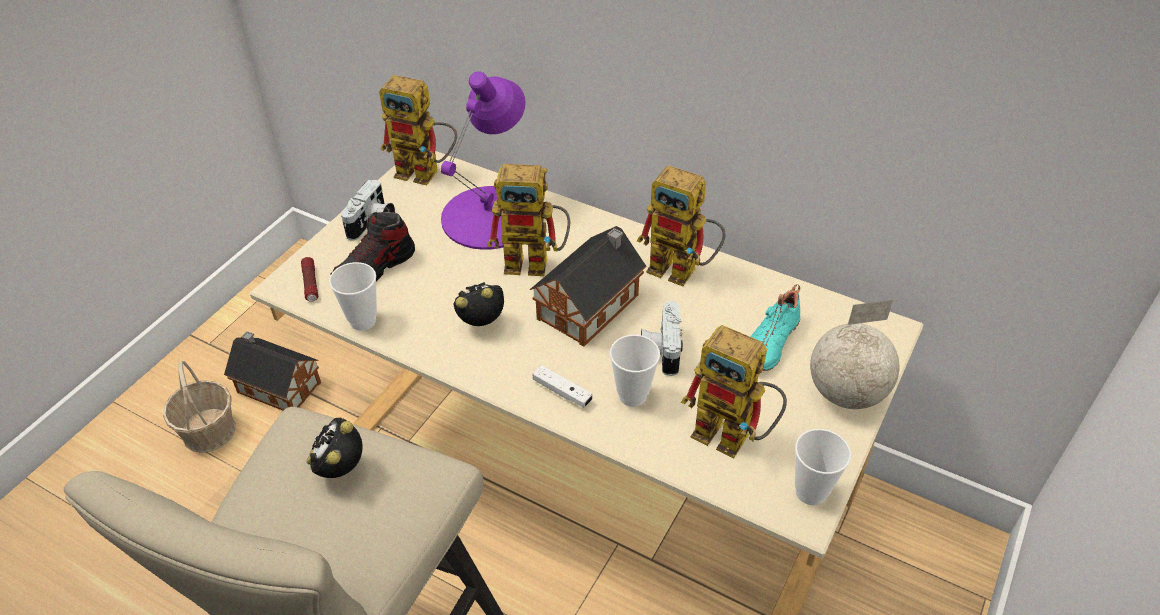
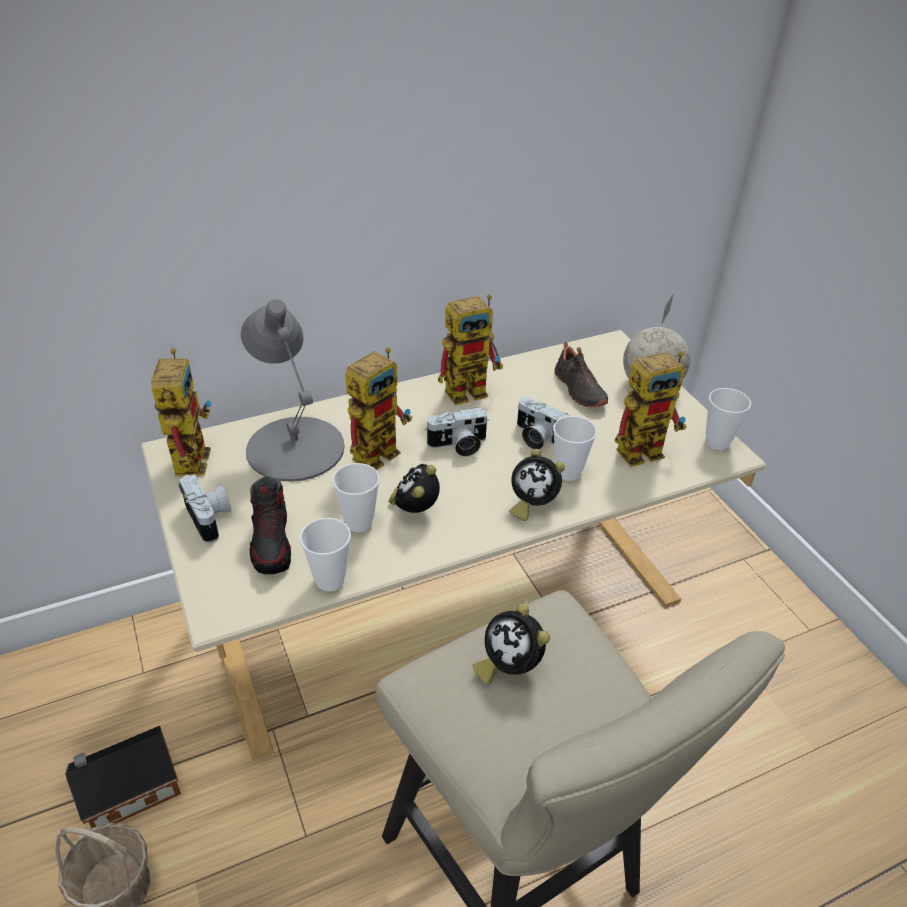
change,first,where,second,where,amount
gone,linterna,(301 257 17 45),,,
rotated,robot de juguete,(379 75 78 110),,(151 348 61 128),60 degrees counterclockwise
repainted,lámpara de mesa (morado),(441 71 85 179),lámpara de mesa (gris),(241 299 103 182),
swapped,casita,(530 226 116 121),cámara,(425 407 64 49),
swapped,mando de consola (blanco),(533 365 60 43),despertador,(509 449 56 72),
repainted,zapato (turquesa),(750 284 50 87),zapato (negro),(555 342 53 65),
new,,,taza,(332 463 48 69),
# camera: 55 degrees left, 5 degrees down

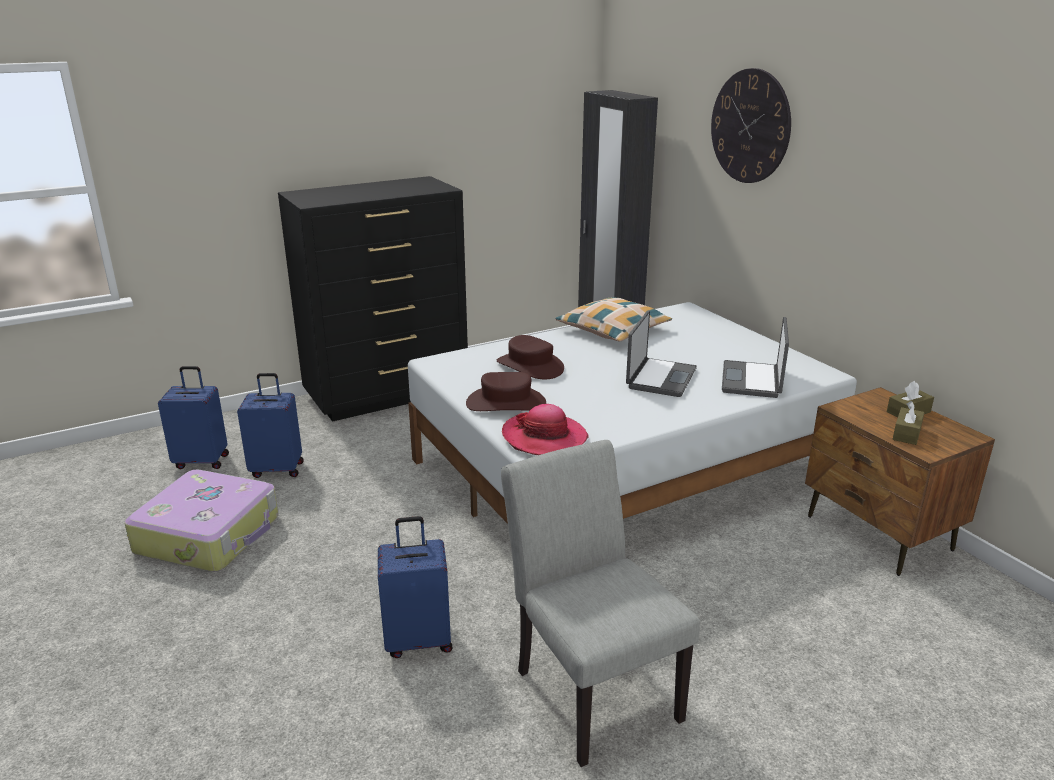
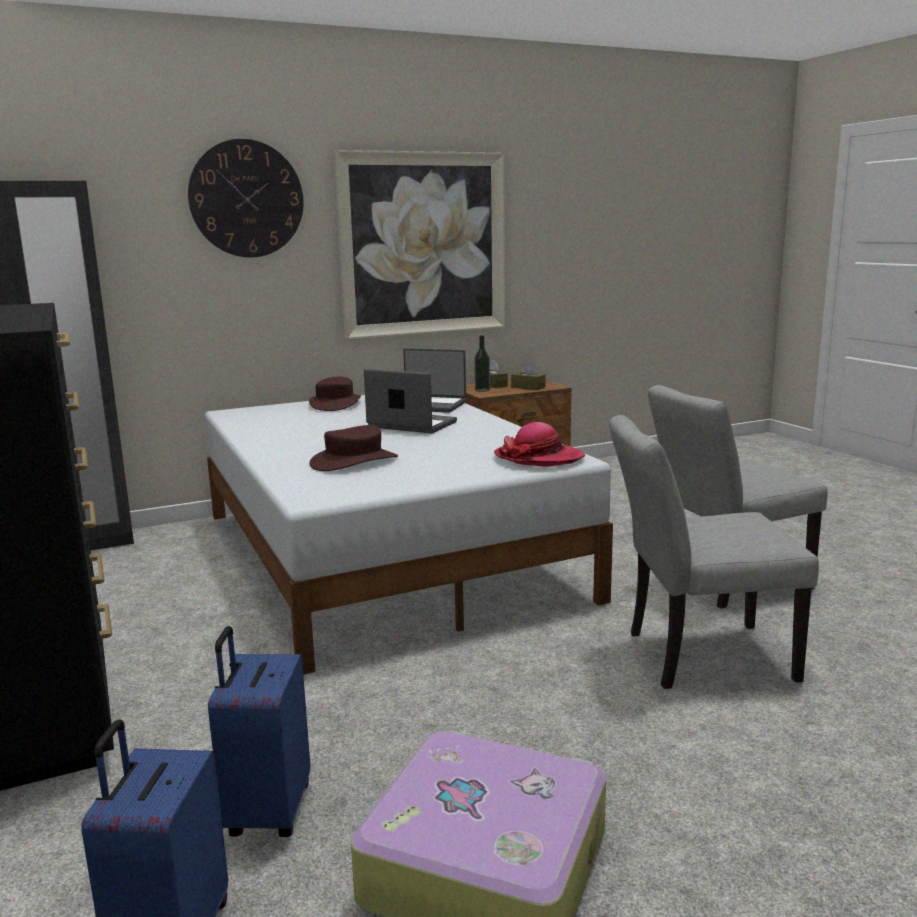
change,first,where,second,where,amount
swapped,maleta (azul),(378 516 74 142),silla (gris),(609 415 210 274),
shifted,sombrero (marrón),(466 372 80 39),,(309 377 52 34),
gone,cojín,(555 298 117 44),,,
new,,,cuadro,(334 150 171 190),
new,,,botella,(475 335 15 57),
# camera: 85 degrees left, 10 degrees down

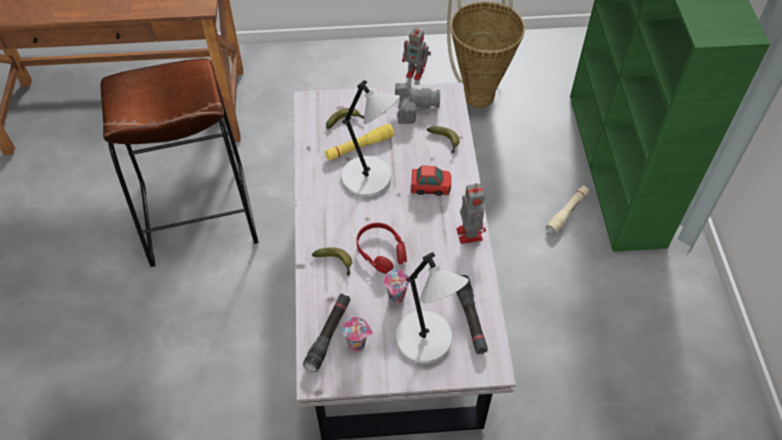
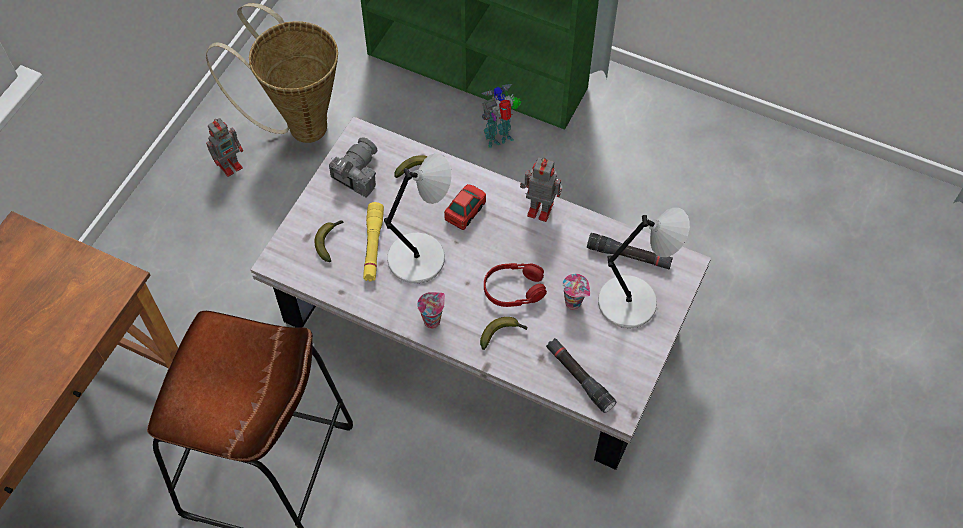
change,first,where,second,where,amount
shifted,taza,(342 317 31 36),,(417 292 28 37),
swapped,linterna (beis),(546 185 43 49),robot de juguete,(481 84 41 64),
# camera: 60 degrees left, 5 degrees up

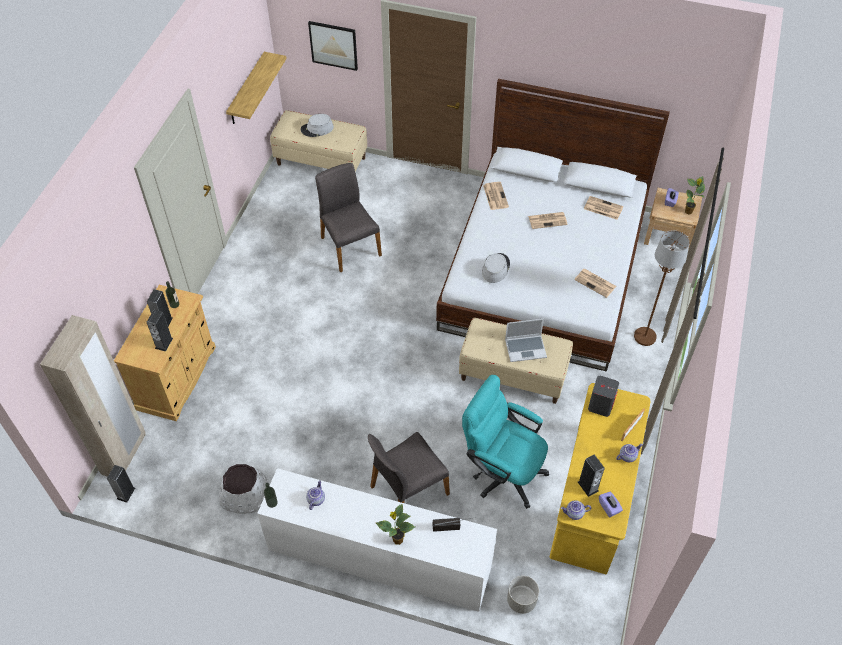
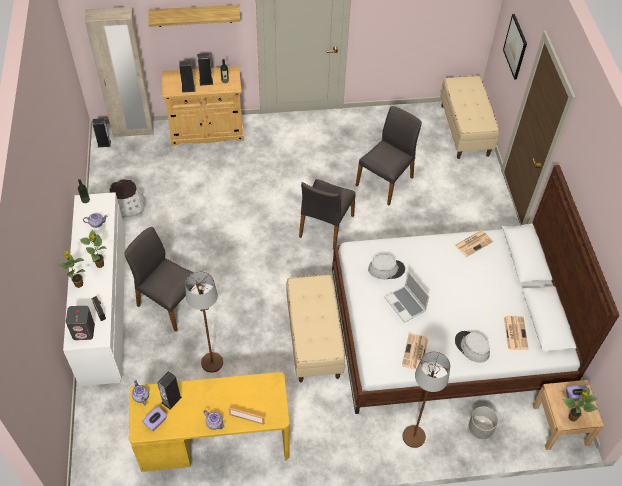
change,first,where,second,where,amount
shifted,estante,(226 52 61 72),,(148 5 92 22),
shifted,sombrero (gris),(301 114 33 23),,(455 331 35 32),
swapped,silla de oficina (turquesa),(462 375 87 134),lámpara de pie (marrón),(185 271 38 102),
shifted,portátil,(505 319 42 43),,(384 271 45 52),
shifted,maceta (gris),(507 576 32 38),,(469 406 29 33),
gone,periódico,(528 212 40 17),,,
shifted,altavoz (gris),(588 376 31 41),,(66 306 29 34),
new,,,planta en maceta,(80 230 27 38),
new,,,silla (gris),(299 179 57 70),
# camera: 65 degrees right, 0 degrees up

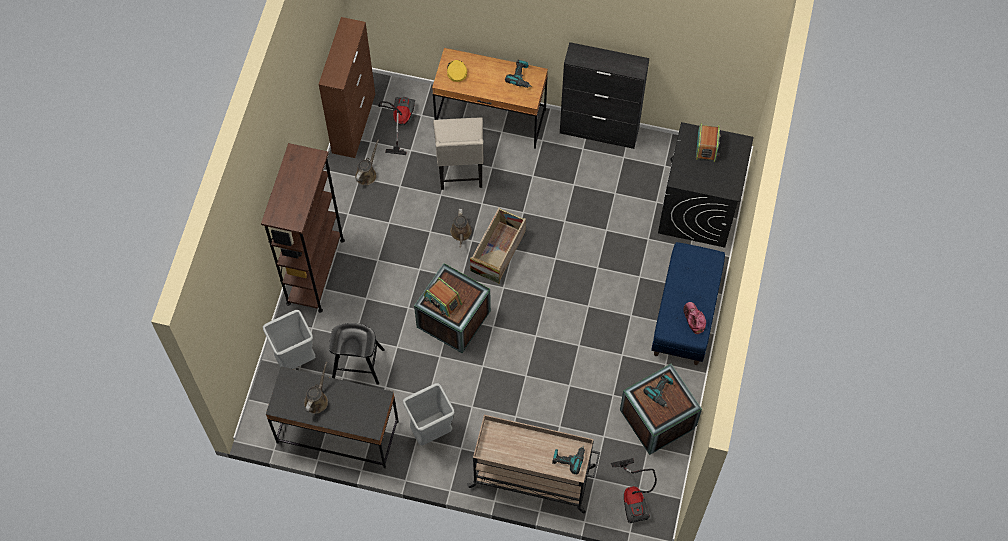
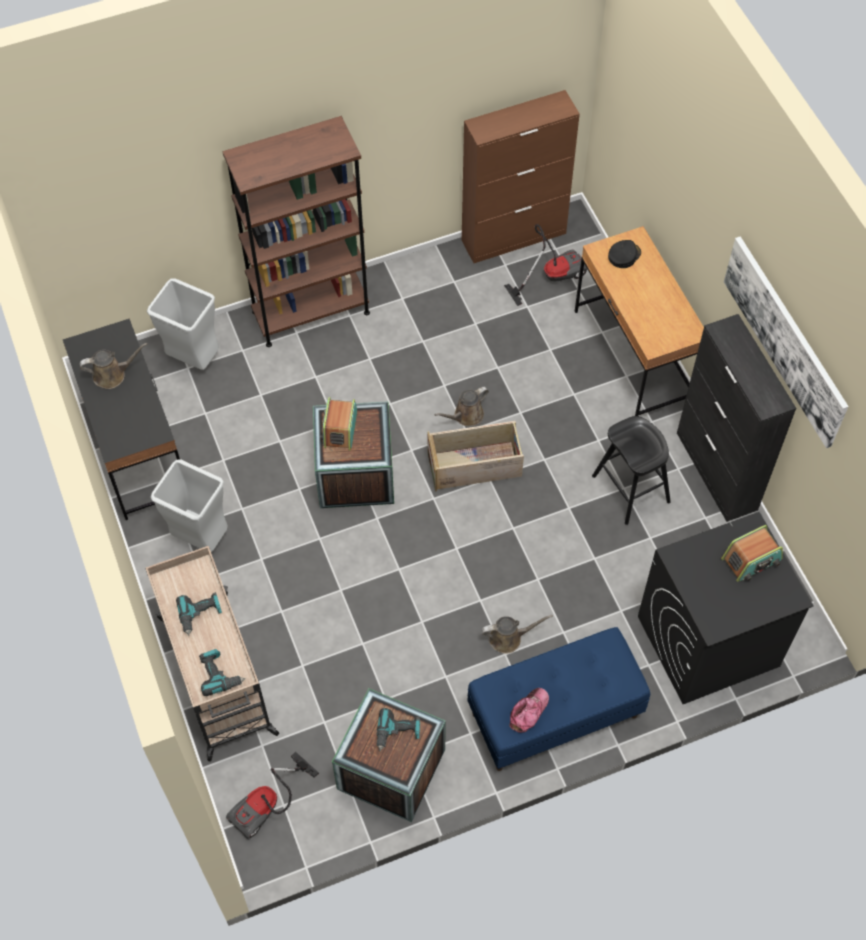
change,first,where,second,where,amount
shifted,taburete (negro),(329 323 56 62),,(592 416 79 109),
shifted,regadera (marrón),(355 139 24 46),,(482 615 71 39),
gone,silla (beis),(433 117 51 73),,,
repainted,gorra (amarillo),(447 60 20 22),gorra (negro),(608 240 33 28),
shifted,taladro,(505 60 26 28),,(176 592 46 44),
new,,,cuadro,(724 236 125 212),
# camera: 55 degrees right, 5 degrees down

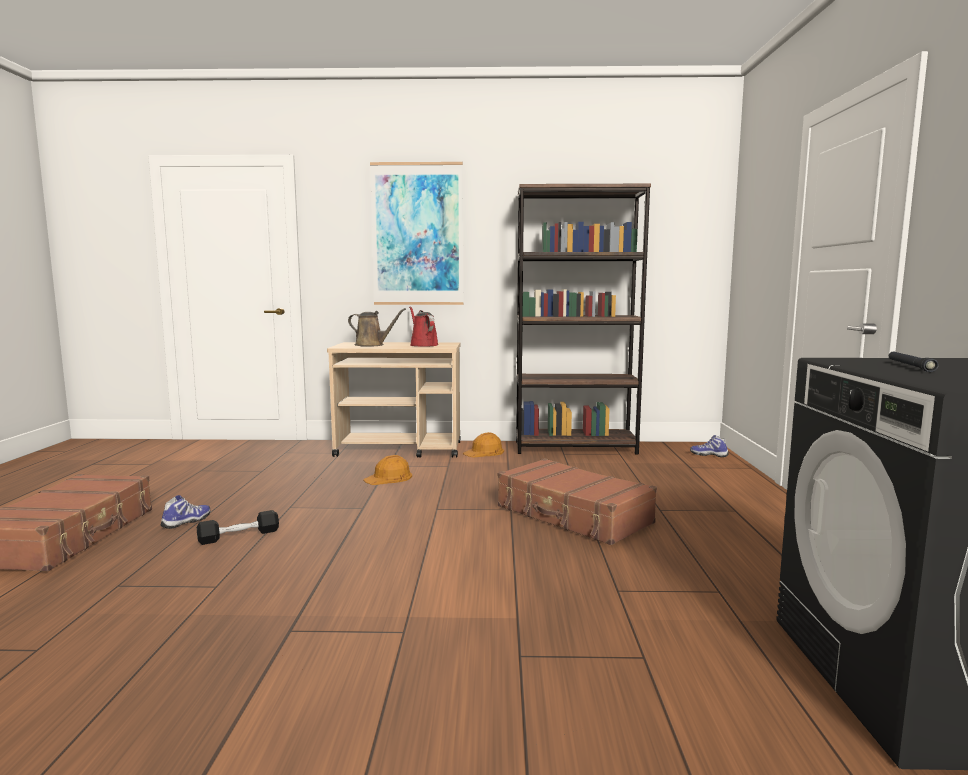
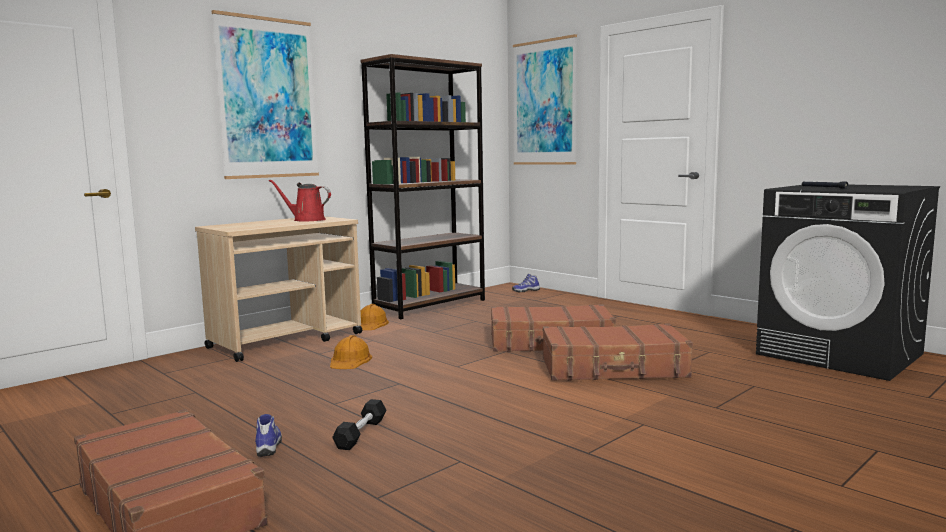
change,first,where,second,where,amount
gone,regadera (marrón),(348 308 58 39),,,
new,,,cuadro,(513 34 64 131),
new,,,maleta (marrón),(543 324 150 57),
# camera: 45 degrees left, 0 degrees up

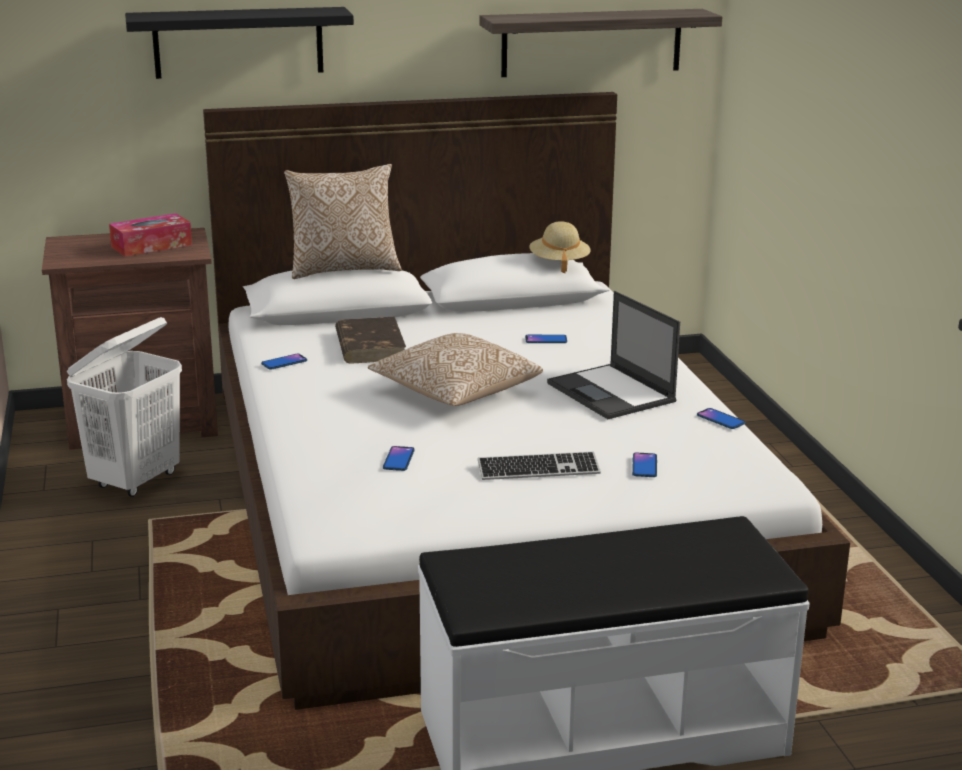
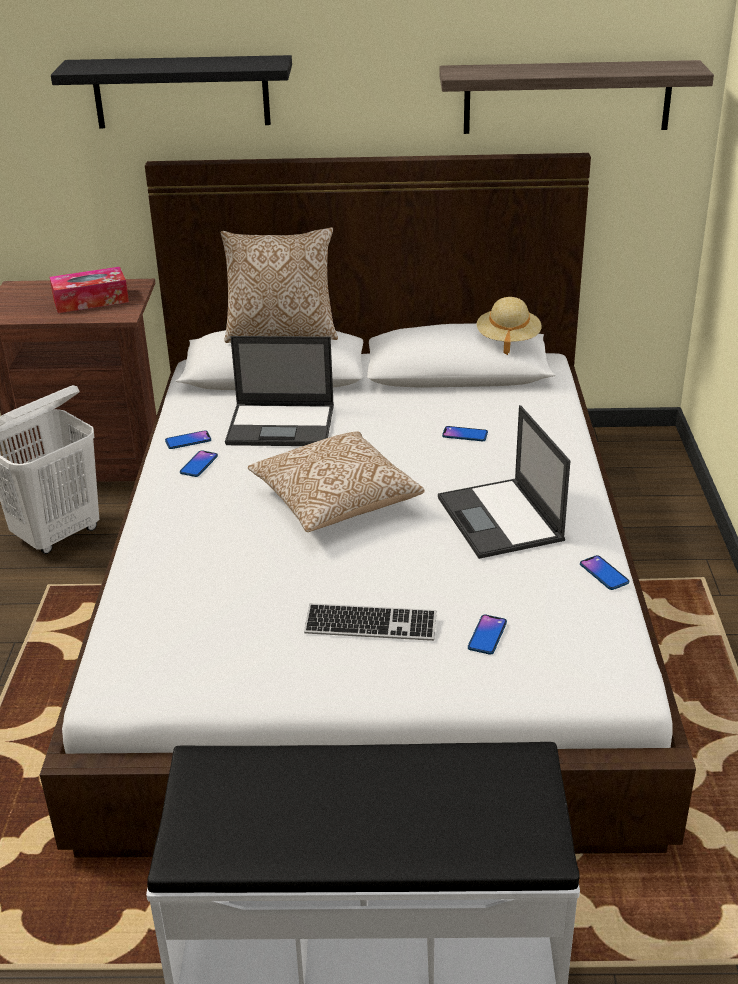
change,first,where,second,where,amount
swapped,libro (marrón),(335 317 71 47),portátil,(225 336 109 110),
shifted,móvil,(383 446 32 25),,(180 450 38 27),
# camera: 15 degrees right, 10 degrees up

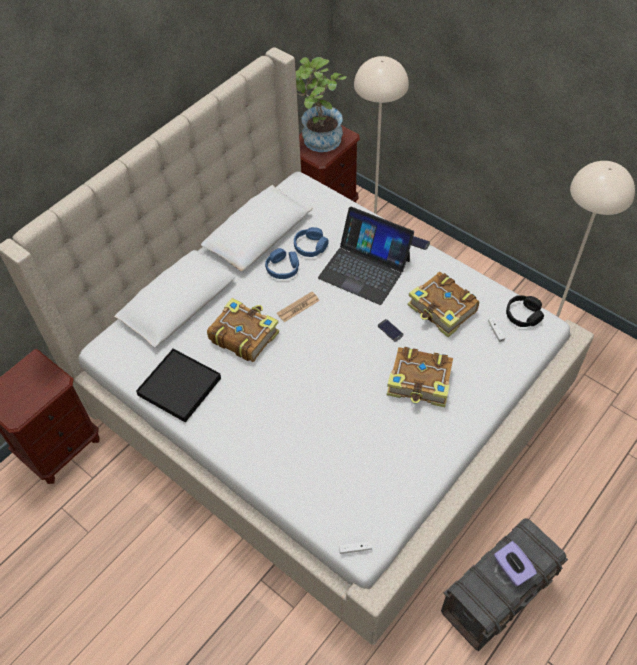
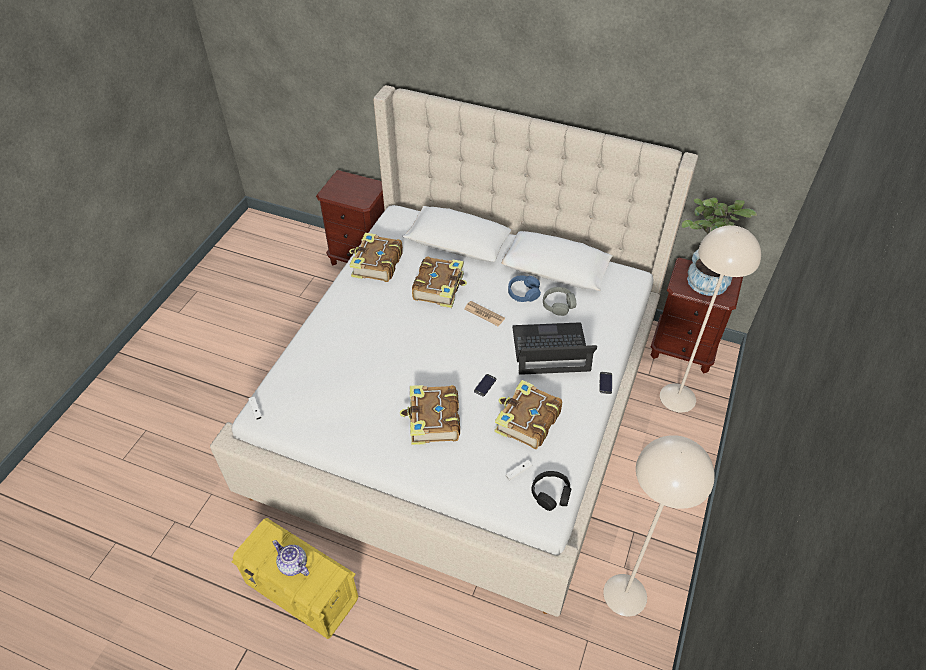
change,first,where,second,where,amount
swapped,bandeja (negro),(136 348 85 75),libro,(349 233 54 49),
repainted,auriculares (azul),(294 227 35 30),auriculares (gris),(543 287 33 29),
rotated,portátil,(318 207 96 98),,(512 322 85 53),75 degrees clockwise
repainted,caja de almacenaje (gris),(441 518 127 133),caja de almacenaje (amarillo),(231 518 127 121),
swapped,caja de pañuelos (morado),(494 541 43 45),tetera,(273 540 36 36),
# camera: 70 degrees right, 5 degrees down

